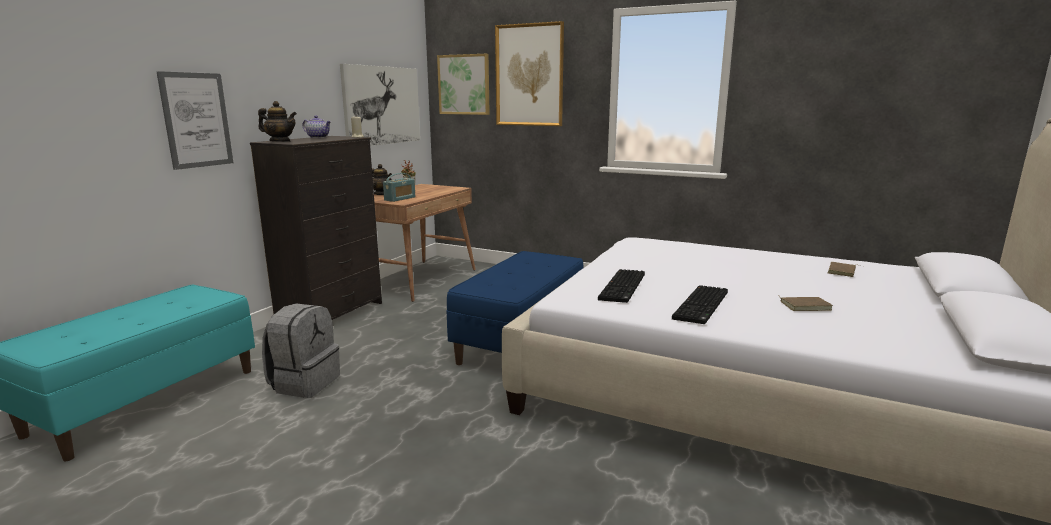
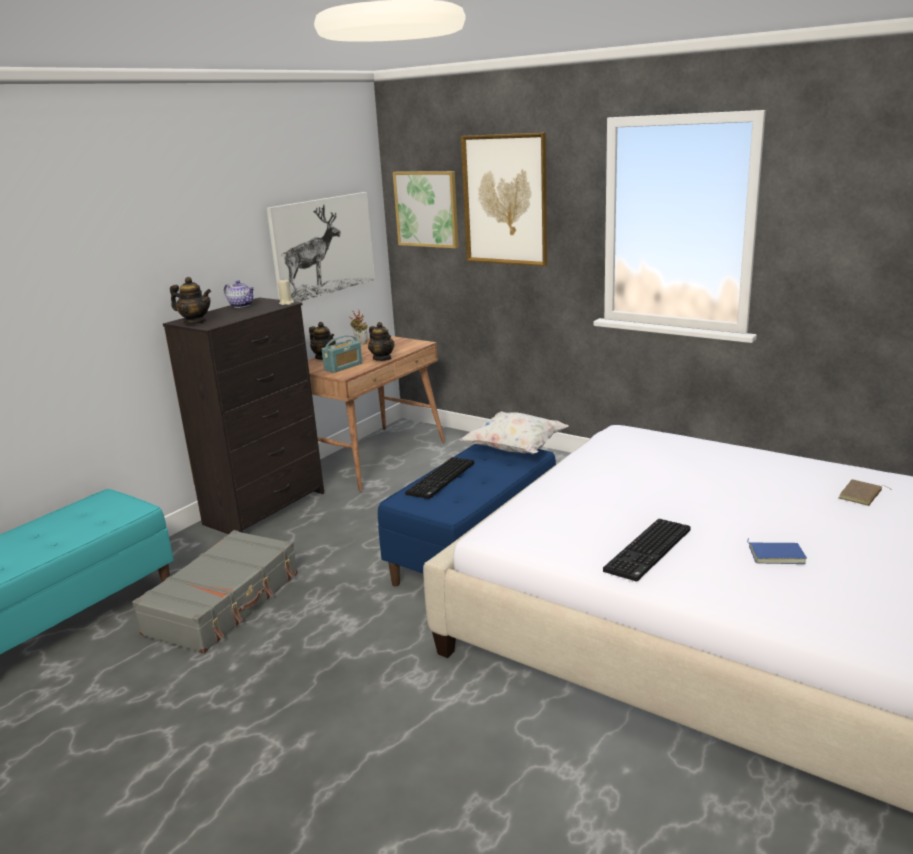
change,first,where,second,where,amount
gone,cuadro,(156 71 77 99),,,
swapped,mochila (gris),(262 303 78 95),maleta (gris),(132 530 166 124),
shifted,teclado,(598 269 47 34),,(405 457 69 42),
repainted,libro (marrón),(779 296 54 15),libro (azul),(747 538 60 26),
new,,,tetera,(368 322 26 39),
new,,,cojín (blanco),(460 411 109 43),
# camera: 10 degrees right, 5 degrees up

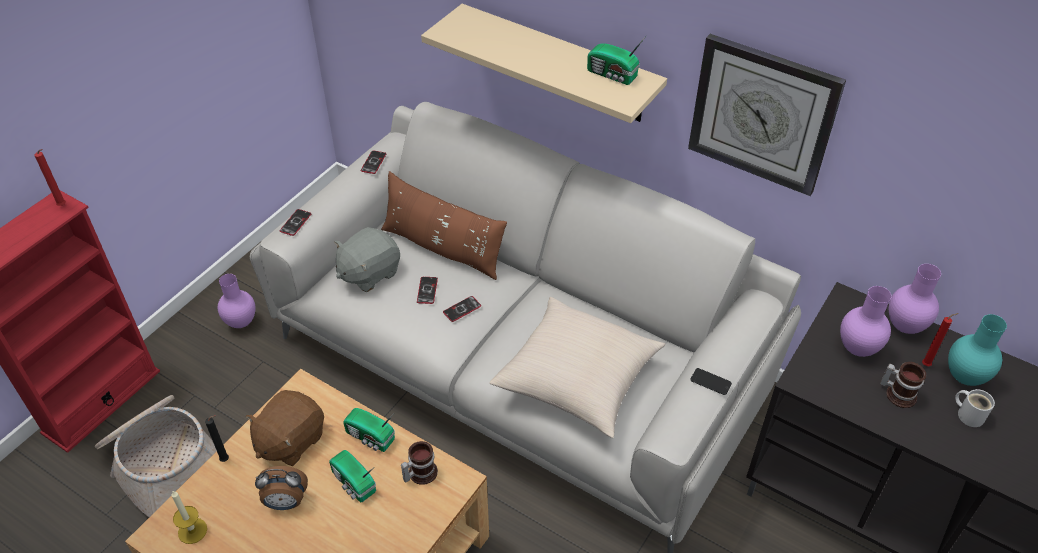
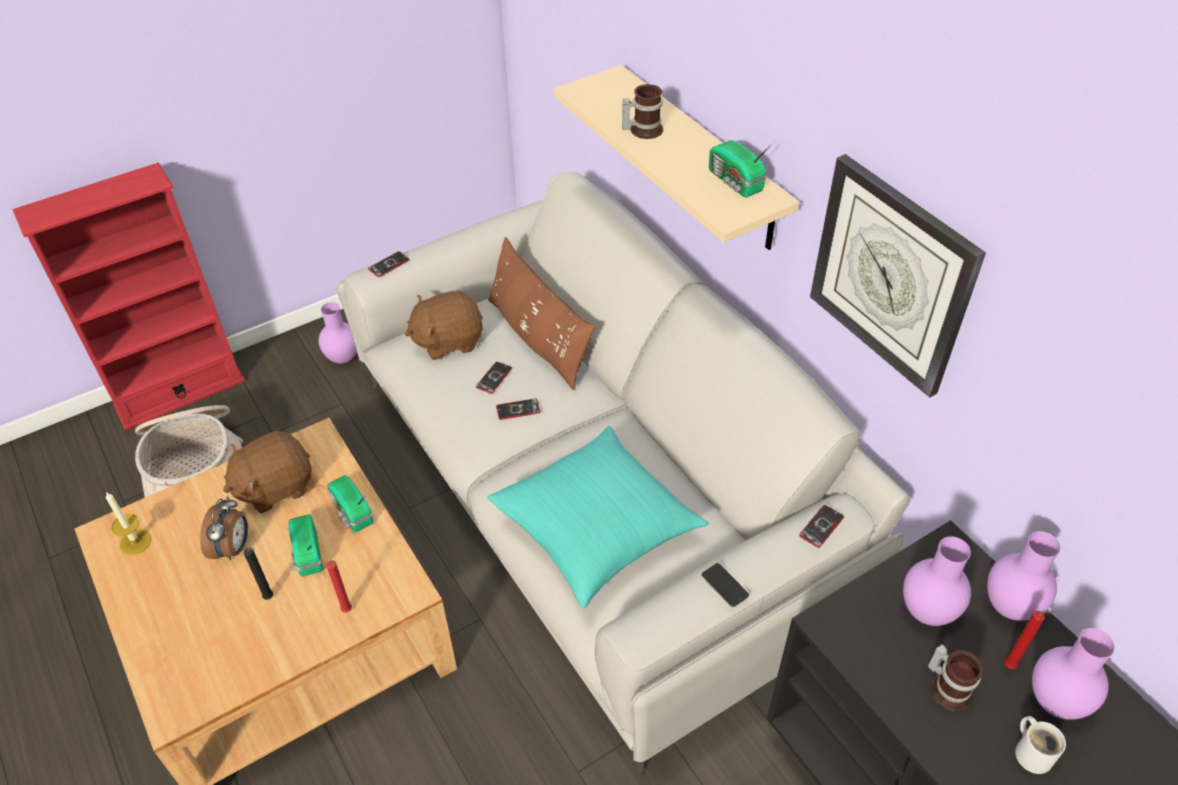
change,first,where,second,where,amount
shifted,vela (rojo),(34 149 32 57),,(326 561 26 51),
shifted,vela (negro),(205 415 24 47),,(244 547 30 53),
rotated,despertador,(255 466 53 44),,(200 496 48 64),105 degrees counterclockwise
repainted,peluche (gris),(334 227 66 65),peluche (marrón),(405 290 78 70),
shifted,móvil,(361 150 25 24),,(799 505 45 43),
shifted,taza grande,(401 441 37 44),,(622 84 41 55),
repainted,cojín (beis),(489 297 176 141),cojín (turquesa),(487 426 222 182),
repainted,florero (turquesa),(948 314 59 72),florero (morado),(1032 628 83 92),
# camera: 25 degrees right, 0 degrees up

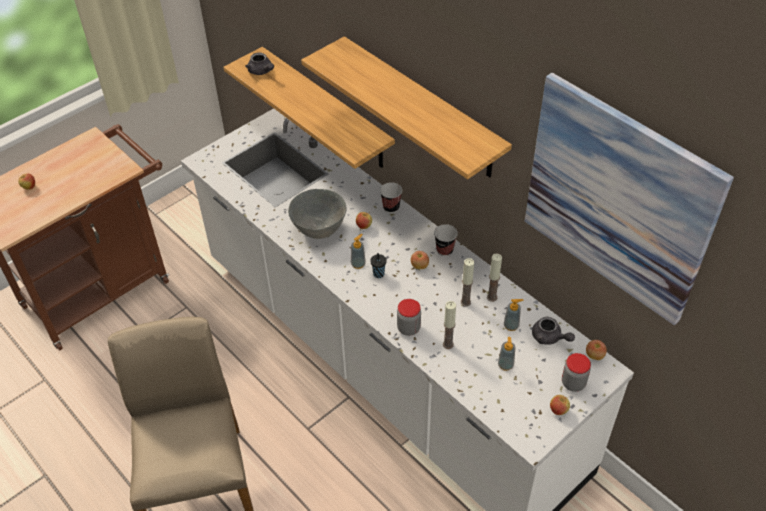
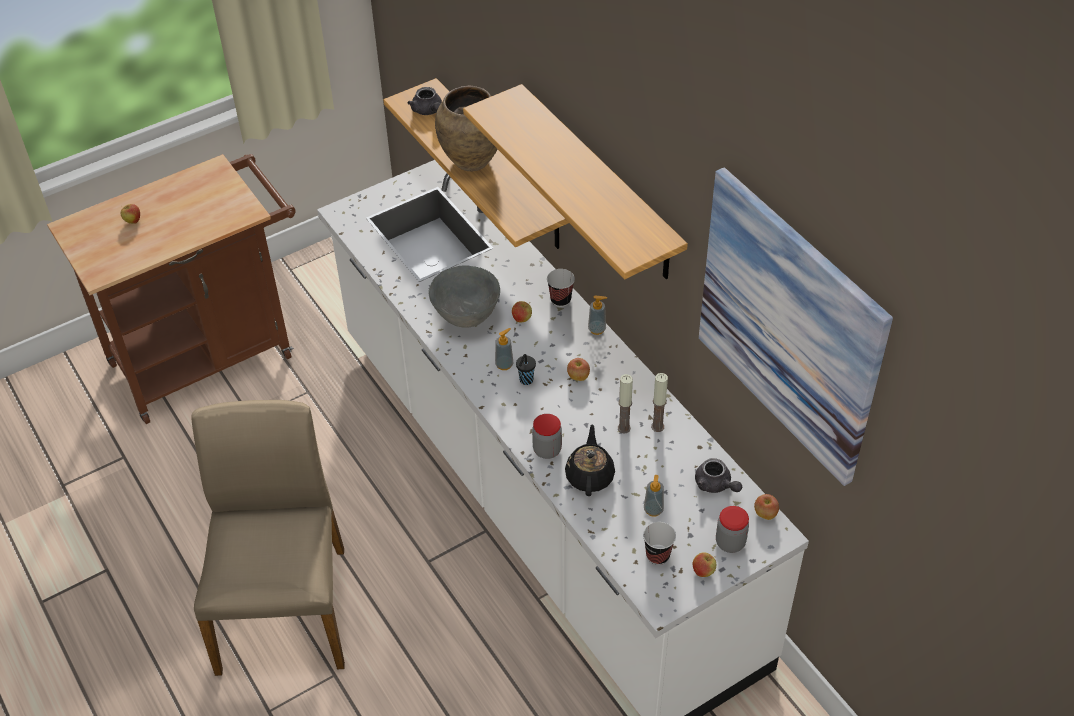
change,first,where,second,where,amount
shifted,taza,(434 224 24 32),,(643 522 33 43),
swapped,vela,(443 301 13 48),tetera (negro),(565 424 50 72),
shifted,dispensador de jabón,(504 299 20 32),,(588 296 19 39),
new,,,florero (marrón),(435 86 63 86),
# camera: 10 degrees right, 0 degrees up

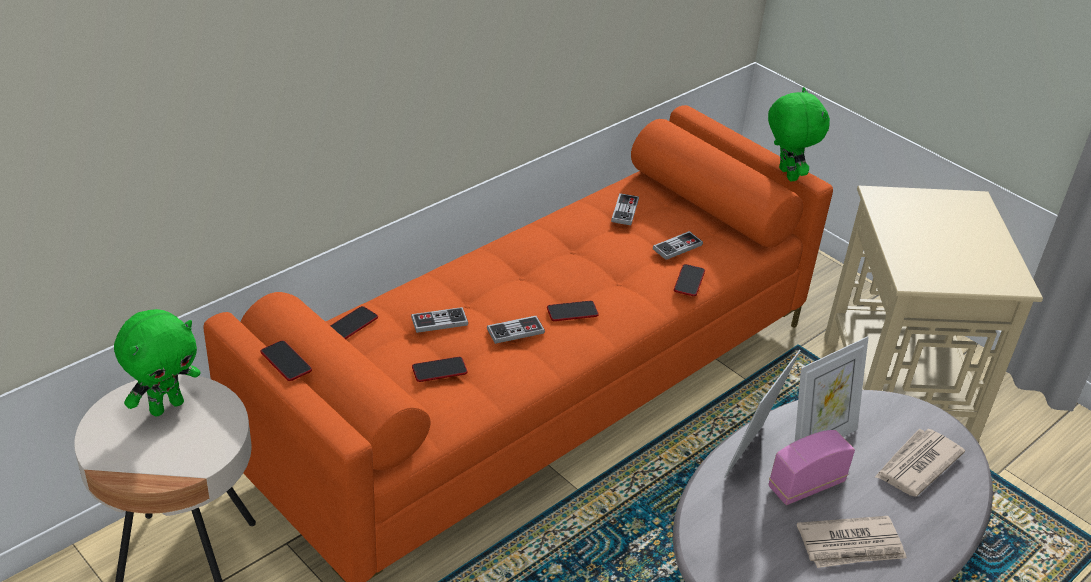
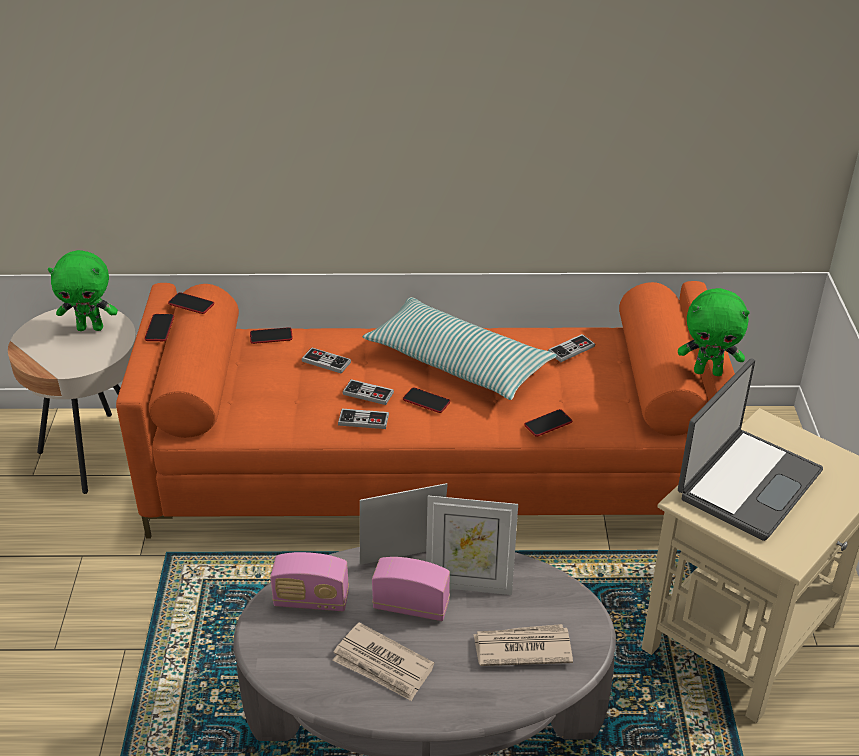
change,first,where,second,where,amount
shifted,móvil,(412 357 56 25),,(168 292 46 22),
shifted,mando de consola,(653 231 50 29),,(338 409 51 20),
rotated,peluche (verde),(768 87 62 95),,(678 288 72 88),75 degrees clockwise
new,,,radio,(270 552 79 59),
new,,,cojín,(362 297 195 103),
new,,,portátil,(678 359 145 182),
# camera: 45 degrees right, 0 degrees up

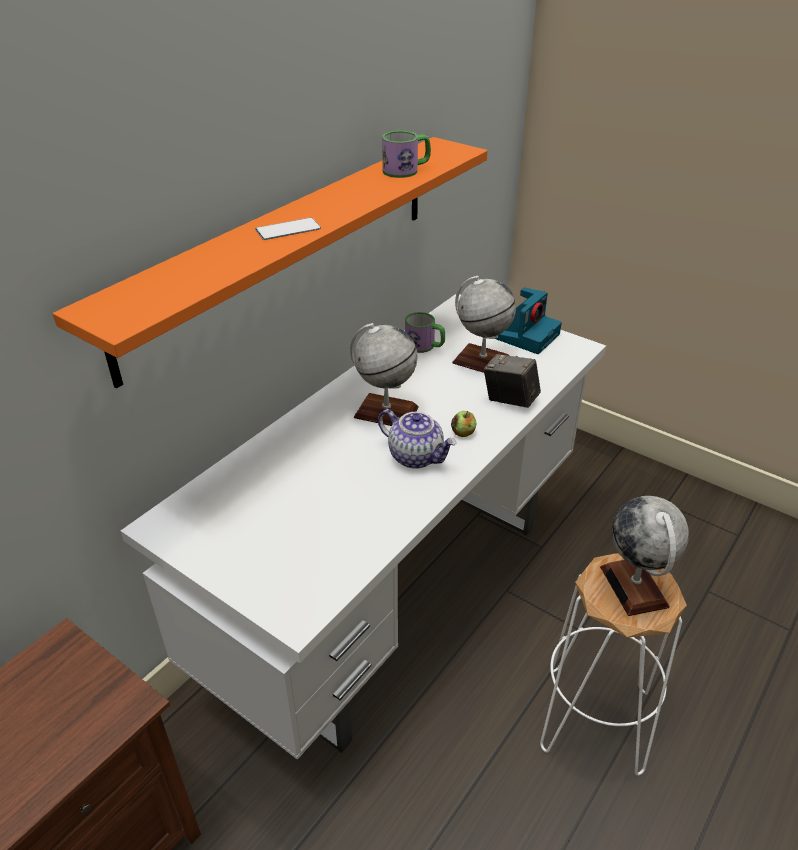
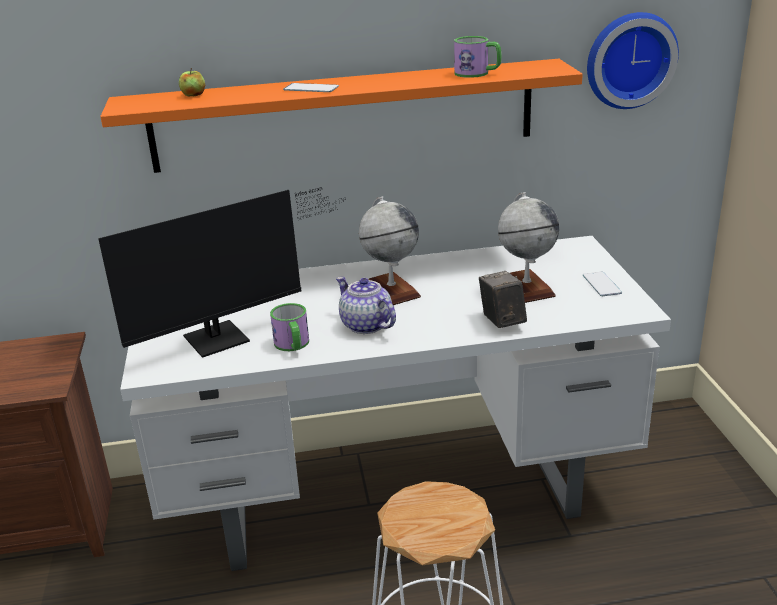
change,first,where,second,where,amount
rotated,tetera,(378 409 79 60),,(336 277 60 57),150 degrees clockwise
shifted,taza grande,(405 312 40 41),,(270 303 39 48),
shifted,manzana,(451 411 26 26),,(179 68 26 29),
swapped,cámara,(496 287 66 67),móvil,(583 272 39 24),
gone,globo terráqueo,(600 496 89 120),,,
new,,,monitor,(98 187 248 171),
new,,,reloj de pared,(587 12 92 97),
# camera: 45 degrees right, 10 degrees down

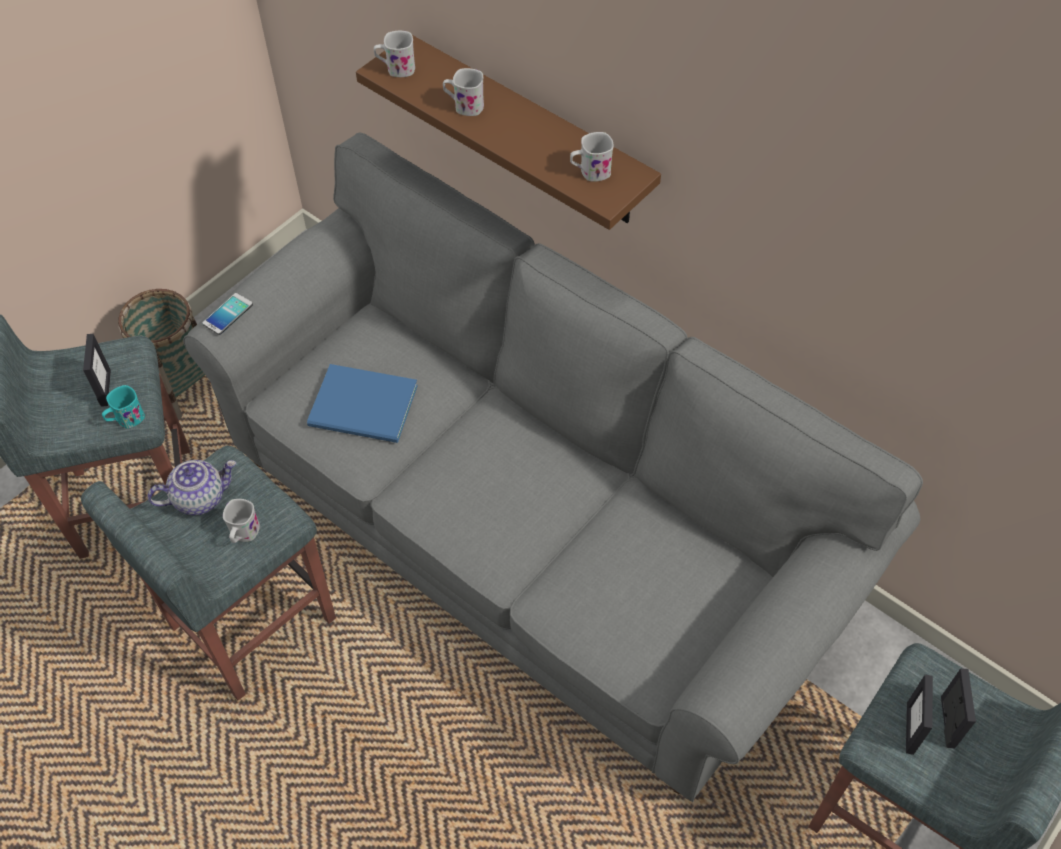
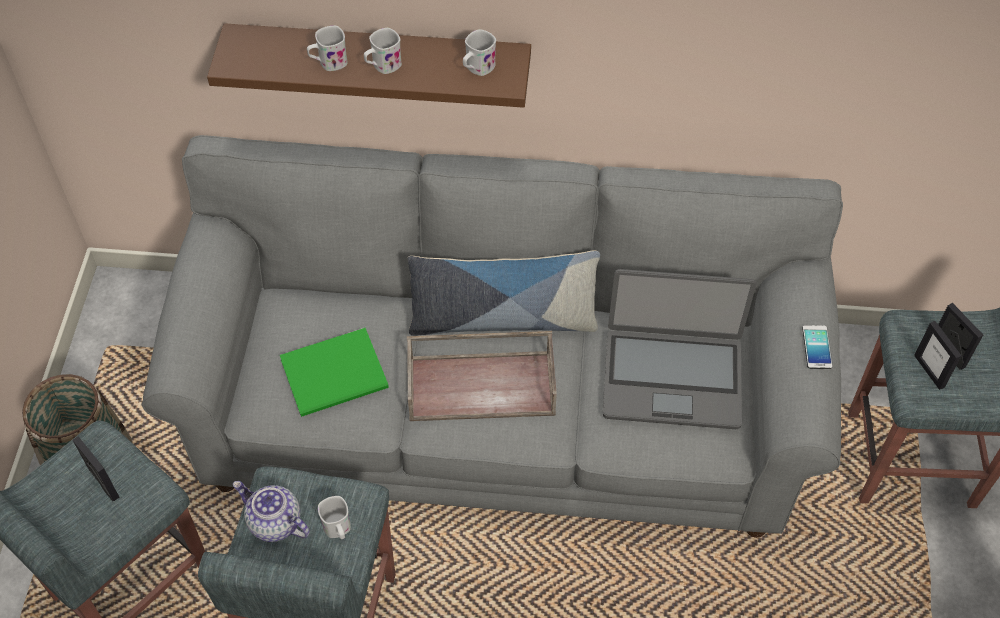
change,first,where,second,where,amount
gone,taza grande (turquesa),(102 385 43 43),,,
rotated,tetera,(147 460 89 55),,(233 481 77 61),90 degrees counterclockwise
shifted,móvil,(202 293 51 42),,(802 325 31 44),
repainted,libro (azul),(307 364 111 79),libro (verde),(280 328 109 89),
shifted,taza grande (blanco),(374 31 41 46),,(364 28 38 46),
new,,,cojín,(407 251 193 85),
new,,,bandeja (marrón),(407 331 150 90),
new,,,portátil,(603 269 153 160),
# camera: 35 degrees left, 0 degrees up

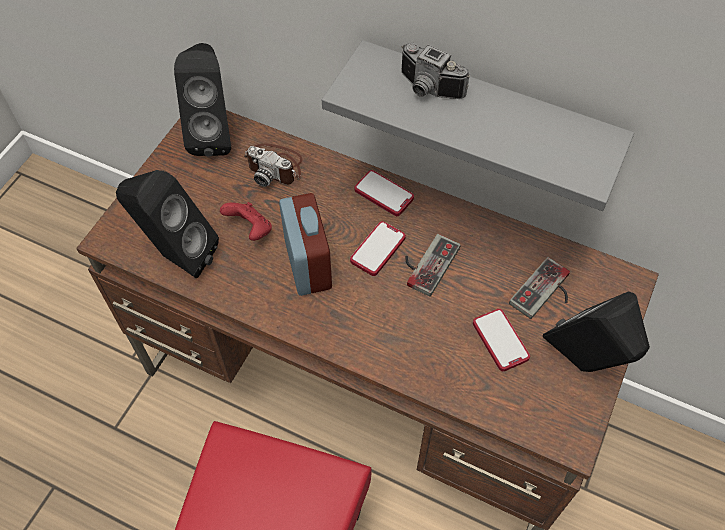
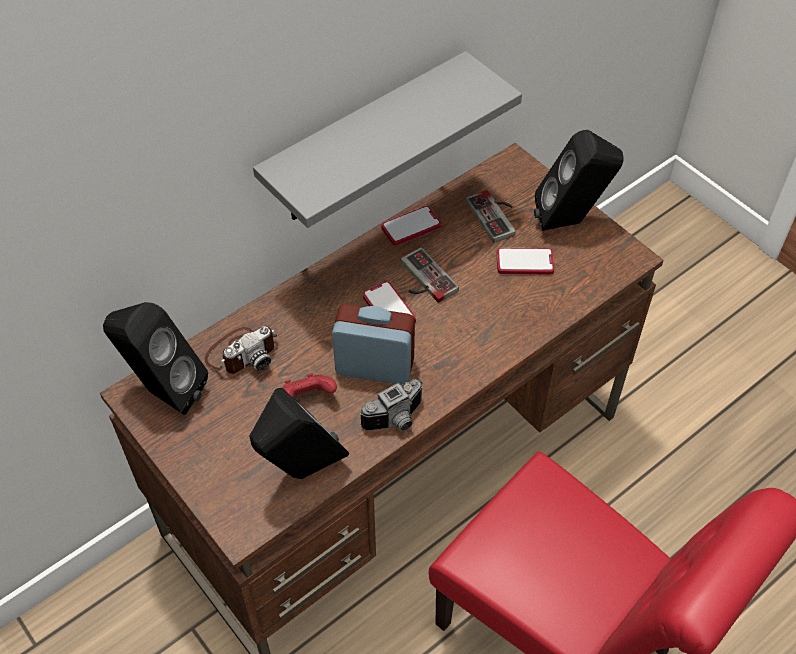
change,first,where,second,where,amount
shifted,móvil,(355 170 59 46),,(382 206 59 40),
shifted,cámara,(401 43 69 56),,(360 379 62 52),
# camera: 65 degrees left, 5 degrees down

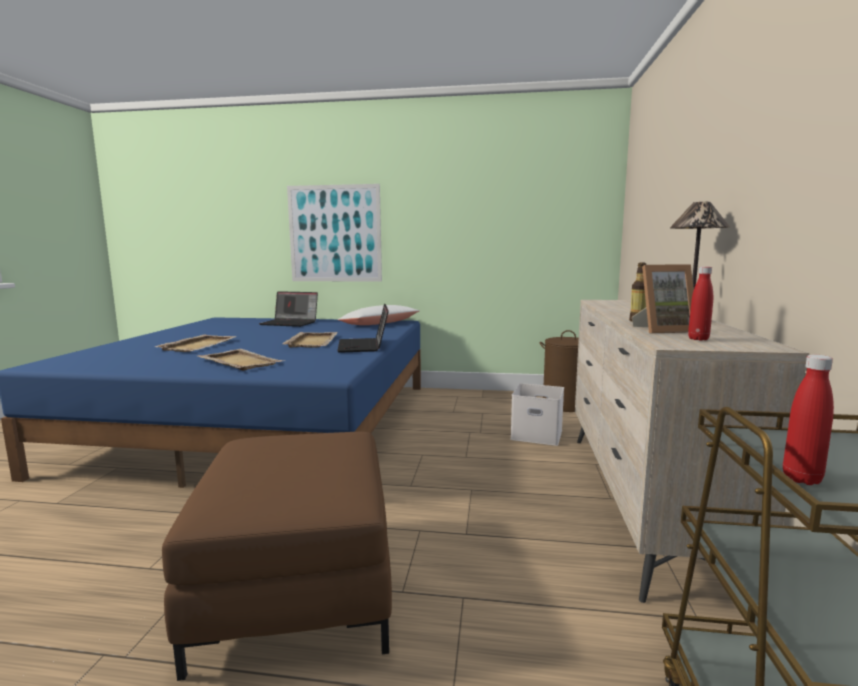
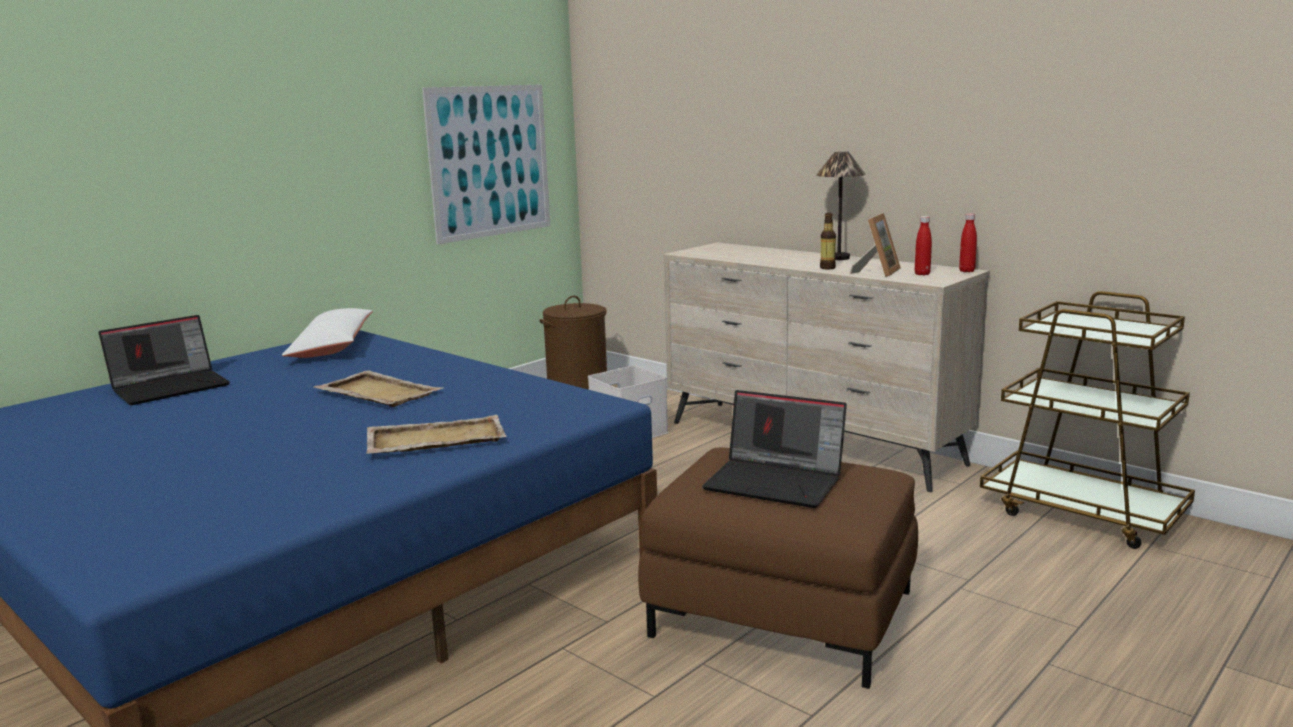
change,first,where,second,where,amount
gone,bandeja (beis),(155 334 82 18),,,
shifted,cuadro,(287 184 95 98),,(422 84 128 160),
shifted,portátil,(337 304 52 49),,(702 390 145 118),
shifted,botella (rojo),(783 355 51 130),,(959 214 18 58),
# camera: 55 degrees left, 5 degrees up

